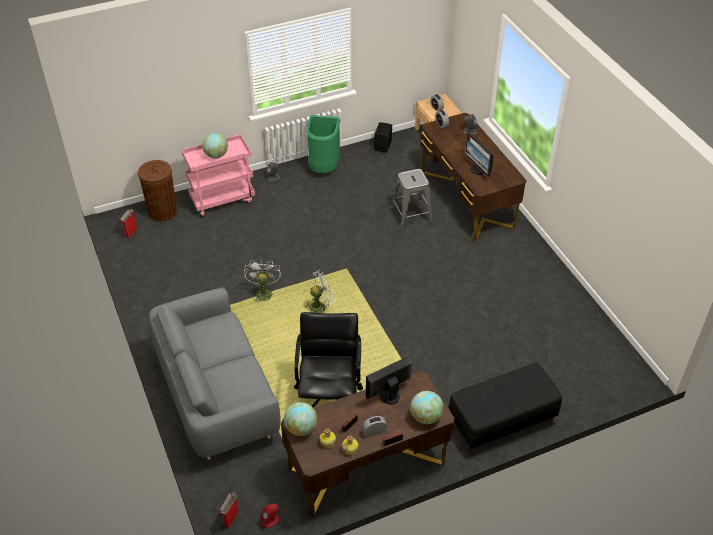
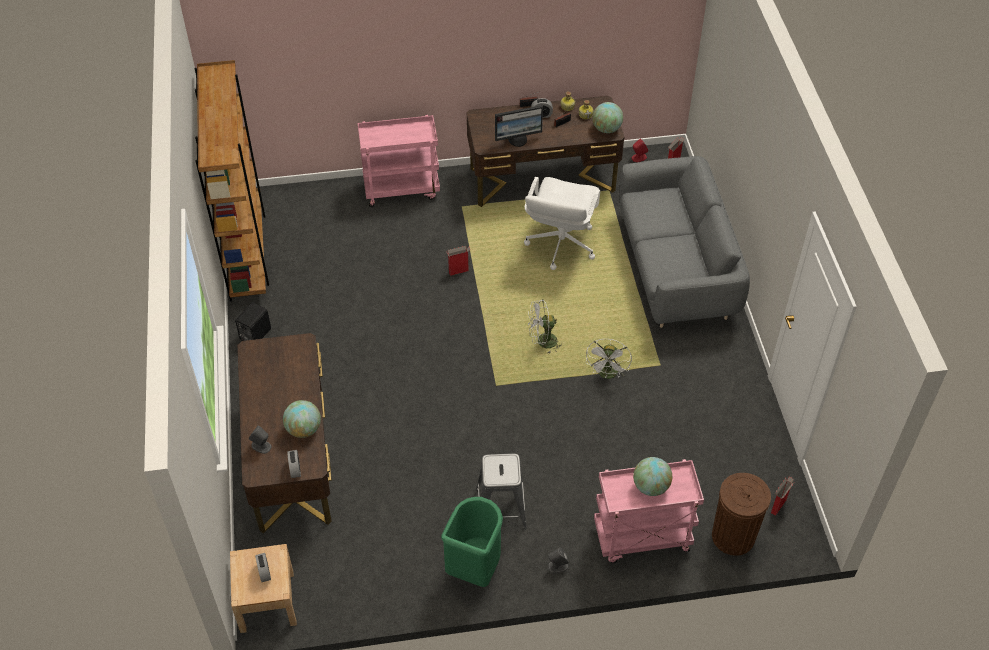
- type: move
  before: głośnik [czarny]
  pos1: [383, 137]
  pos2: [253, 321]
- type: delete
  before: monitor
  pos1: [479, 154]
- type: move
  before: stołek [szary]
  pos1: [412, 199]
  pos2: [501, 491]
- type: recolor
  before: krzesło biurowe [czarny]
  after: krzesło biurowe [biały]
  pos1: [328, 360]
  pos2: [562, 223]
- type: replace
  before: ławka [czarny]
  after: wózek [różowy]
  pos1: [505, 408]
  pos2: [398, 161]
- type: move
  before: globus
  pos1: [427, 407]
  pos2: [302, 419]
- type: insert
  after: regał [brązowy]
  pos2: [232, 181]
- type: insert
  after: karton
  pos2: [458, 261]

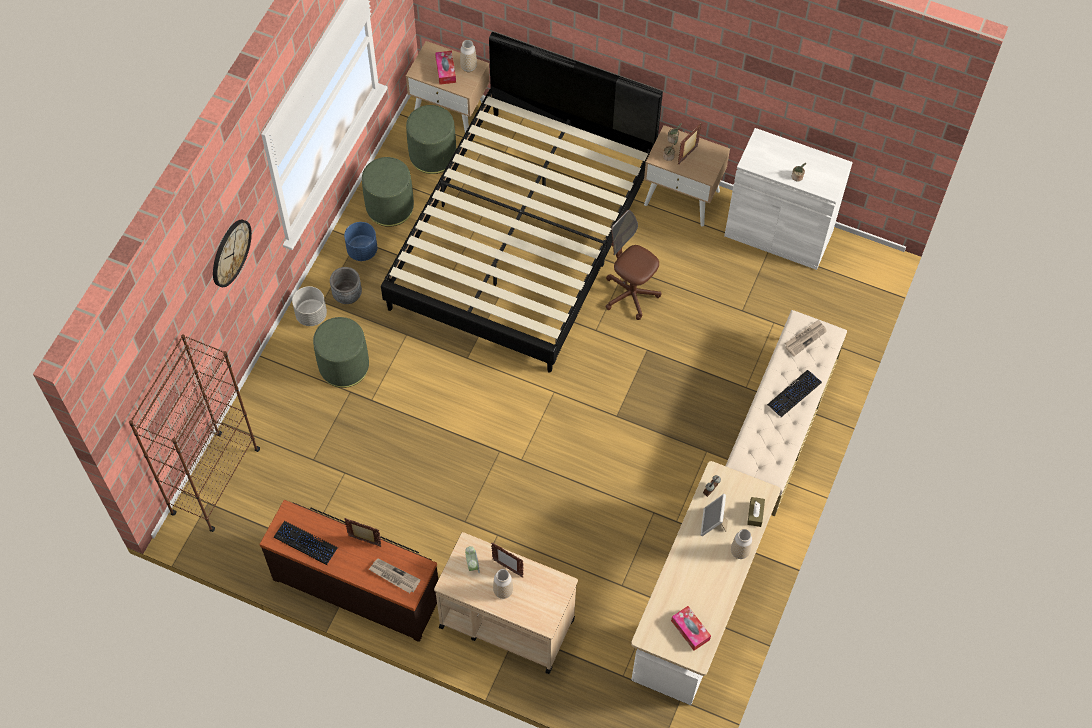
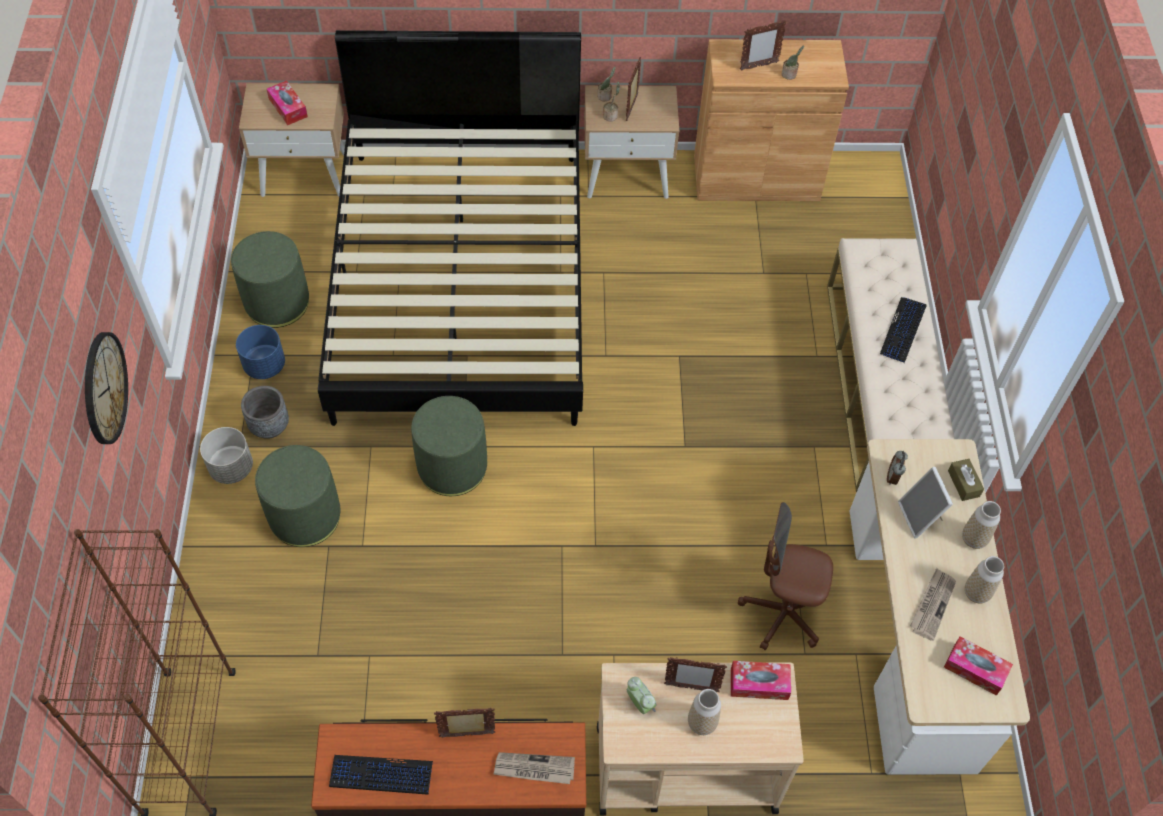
- type: move
  before: wazon
  pos1: [468, 56]
  pos2: [984, 579]
- type: move
  before: pufa [zielony]
  pos1: [431, 139]
  pos2: [449, 446]
- type: recolor
  before: szafka [biały]
  after: szafka [brązowy]
  pos1: [788, 199]
  pos2: [771, 120]
- type: move
  before: krzesło biurowe [brązowy]
  pos1: [633, 265]
  pos2: [785, 576]
- type: move
  before: gazeta
  pos1: [806, 337]
  pos2: [933, 604]
- type: insert
  after: ramka na zdjęcie
  pos2: [763, 45]
- type: insert
  after: pudełko chusteczek
  pos2: [761, 680]

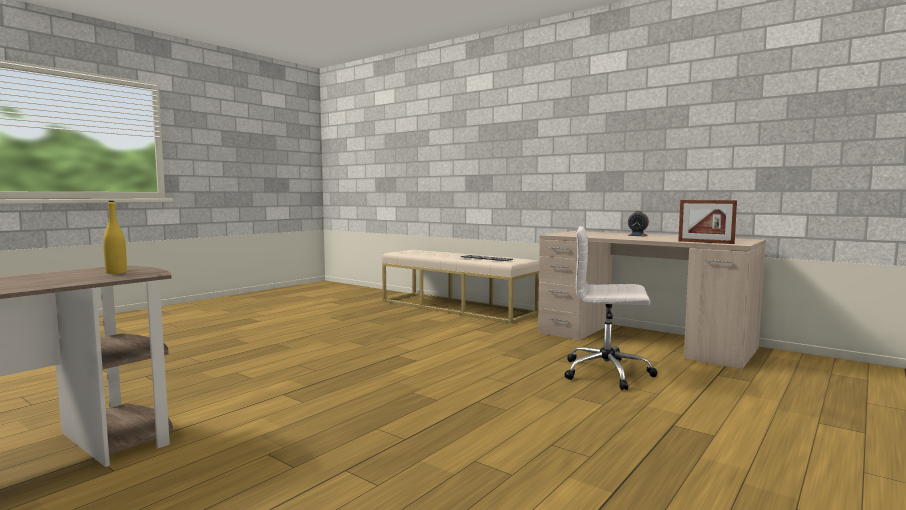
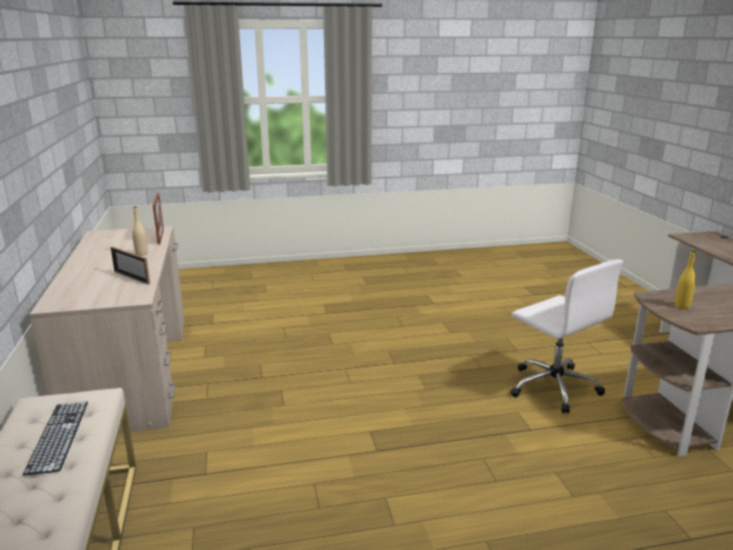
- type: delete
  before: budzik
  pos1: [638, 223]
- type: move
  before: krzesło biurowe [biały]
  pos1: [611, 308]
  pos2: [566, 336]
- type: insert
  after: butelka [beżowy]
  pos2: [140, 231]
- type: insert
  after: ramka na zdjęcie
  pos2: [130, 265]

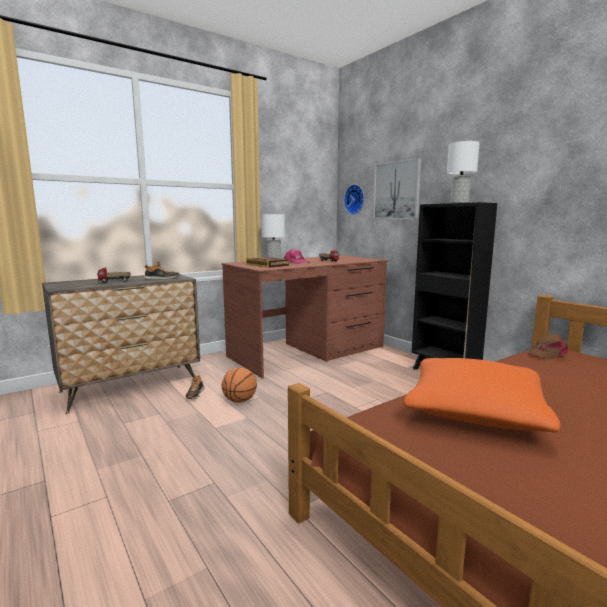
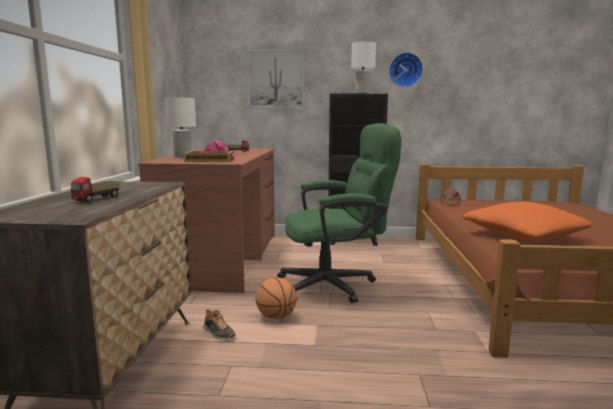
- type: move
  before: zegar ścienny
  pos1: [354, 199]
  pos2: [406, 69]
- type: delete
  before: but
  pos1: [161, 270]
- type: insert
  after: krzesło biurowe [zielony]
  pos2: [339, 213]

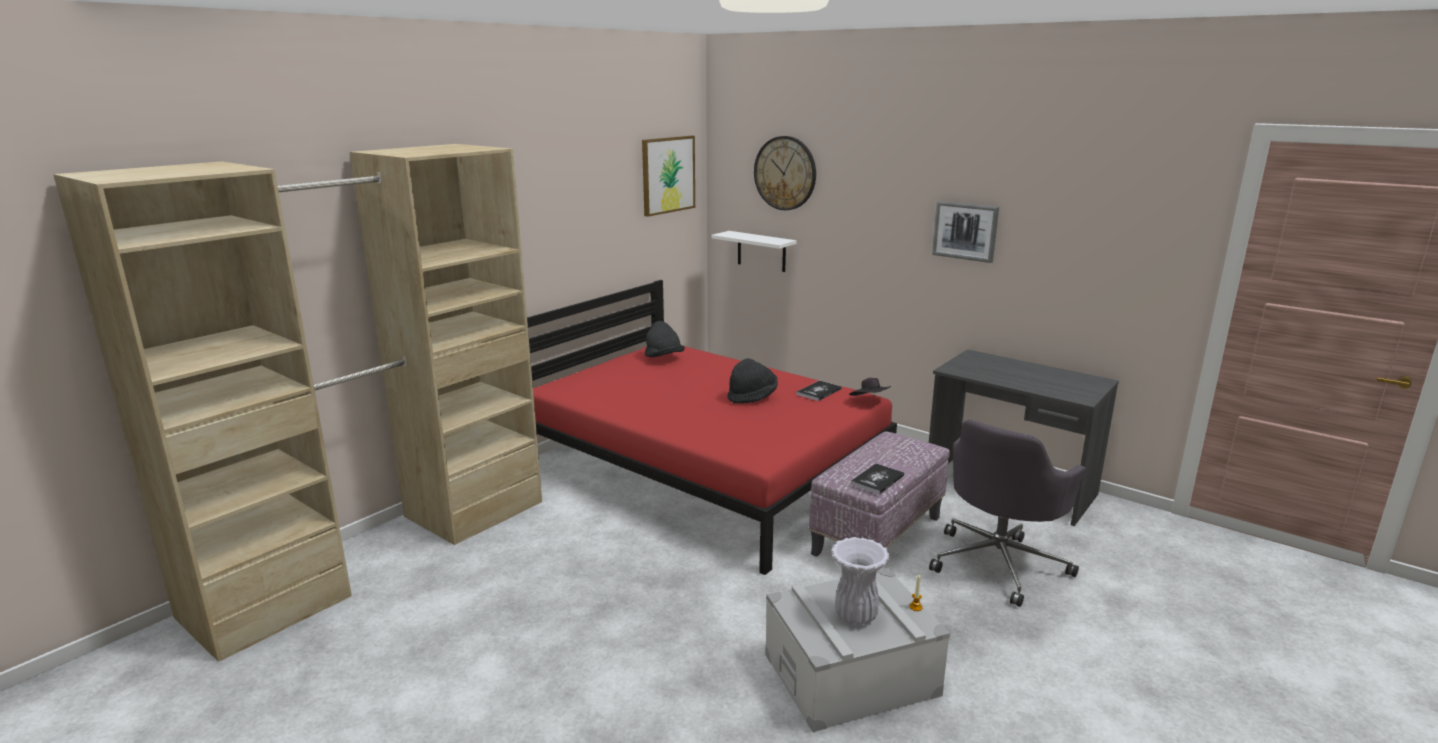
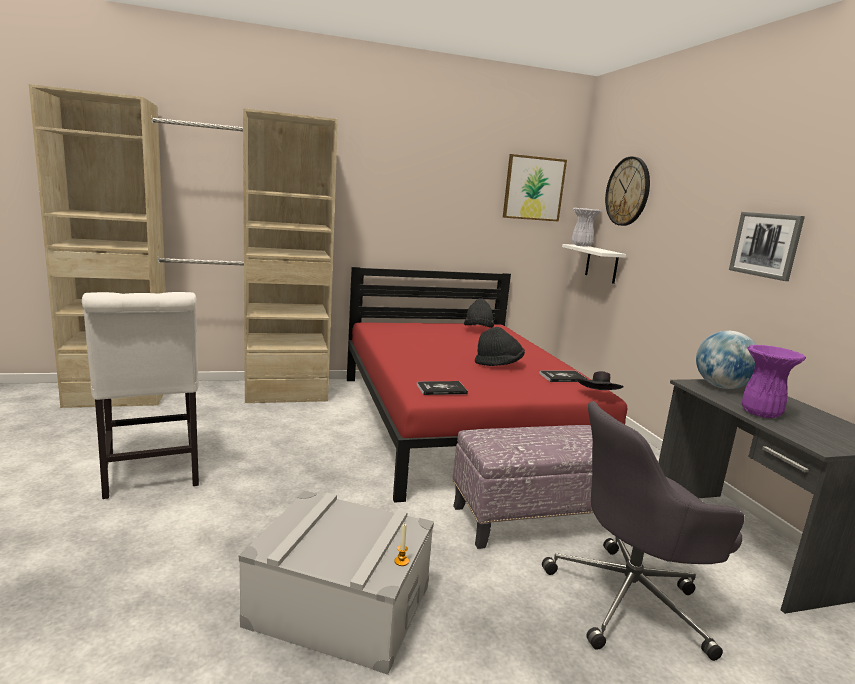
- type: move
  before: książka
  pos1: [877, 479]
  pos2: [442, 388]
- type: move
  before: wazon [biały]
  pos1: [860, 581]
  pos2: [586, 227]
- type: insert
  after: krzesło [biały]
  pos2: [140, 395]
- type: insert
  after: globus
  pos2: [726, 360]
- type: insert
  after: wazon [fioletowy]
  pos2: [773, 381]

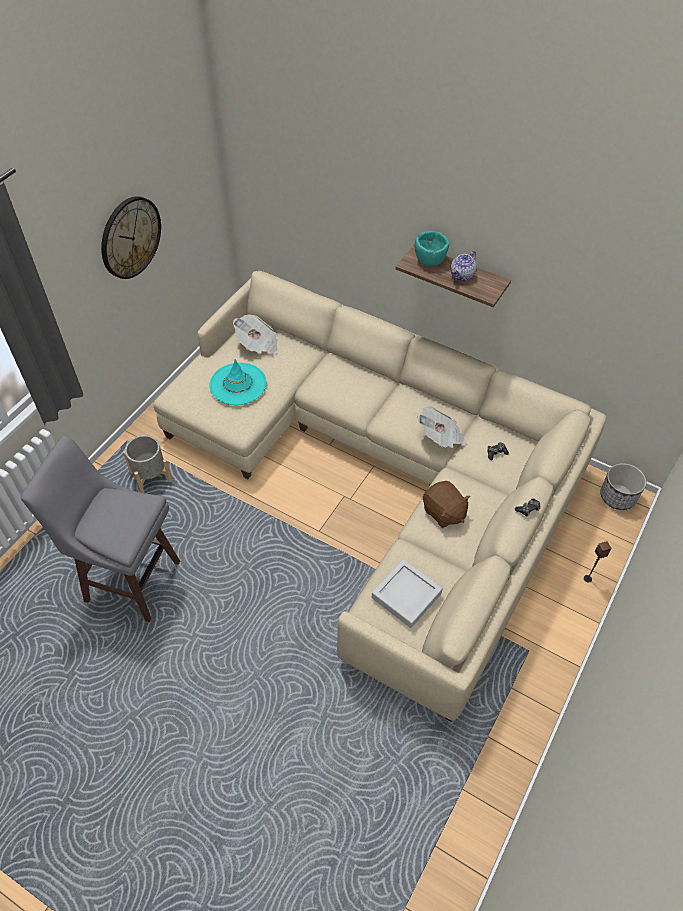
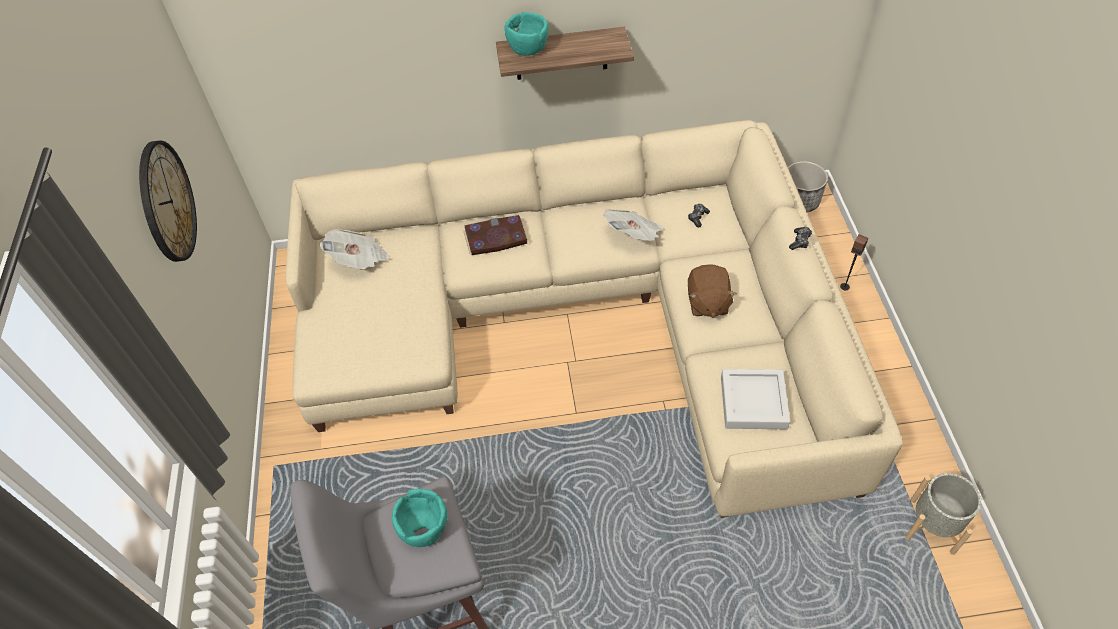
- type: delete
  before: imbryk
  pos1: [464, 265]
- type: delete
  before: kapelusz [turkusowy]
  pos1: [238, 382]
- type: move
  before: donica [szary]
  pos1: [147, 464]
  pos2: [943, 514]
- type: rotate
  before: pluszak [brązowy]
  pos1: [446, 504]
  pos2: [712, 291]
  turn: 75
- type: insert
  after: książka
  pos2: [495, 235]
- type: insert
  after: miska [turkusowy]
  pos2: [420, 518]

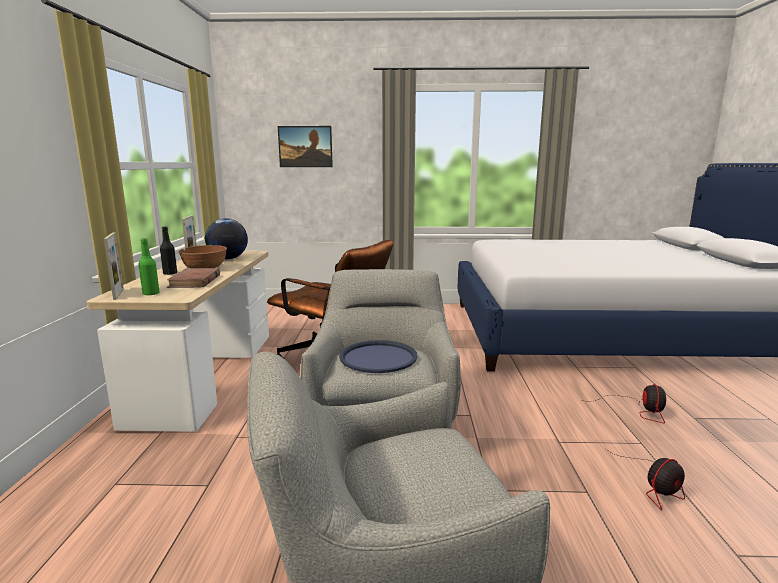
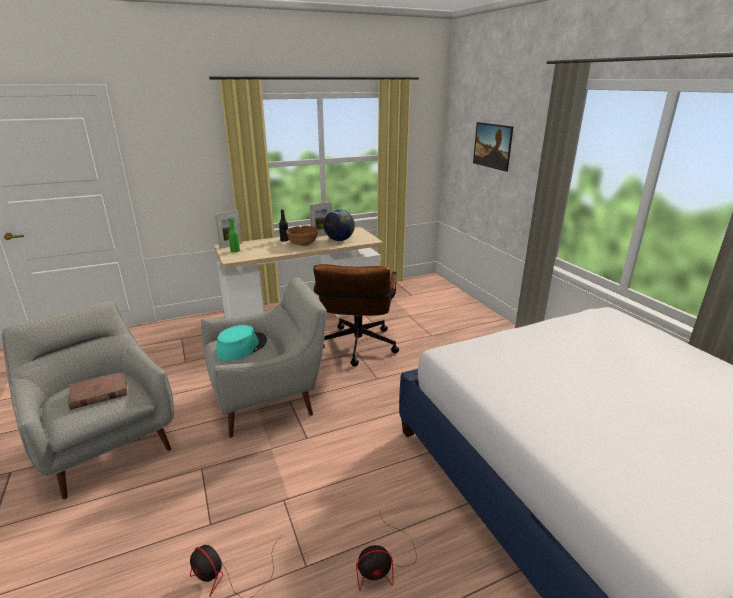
- type: move
  before: książka [brązowy]
  pos1: [193, 278]
  pos2: [98, 390]
- type: replace
  before: taca [niebieski]
  after: kapelusz [turkusowy]
  pos1: [378, 356]
  pos2: [241, 343]

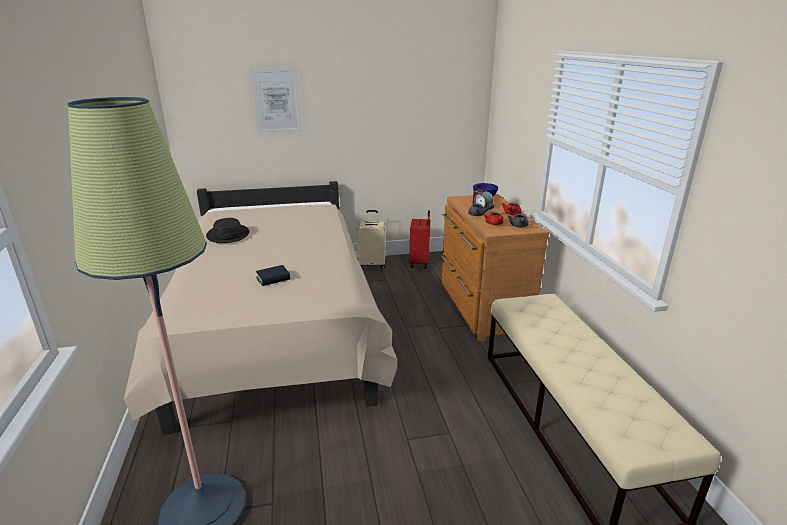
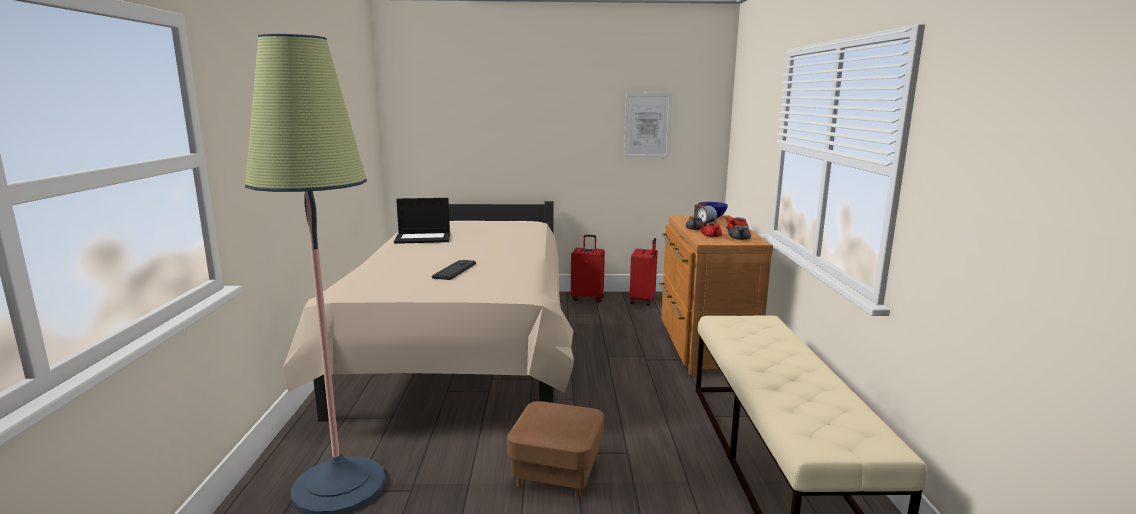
- type: move
  before: obraz
  pos1: [276, 100]
  pos2: [648, 125]
- type: recolor
  before: walizka [beżowy]
  after: walizka [czerwony]
  pos1: [371, 239]
  pos2: [588, 269]
- type: replace
  before: kapelusz [czarny]
  after: laptop
  pos1: [227, 230]
  pos2: [422, 221]
- type: replace
  before: książka
  after: klawiatura
  pos1: [273, 275]
  pos2: [454, 270]
- type: insert
  after: pufa [brązowy]
  pos2: [555, 449]

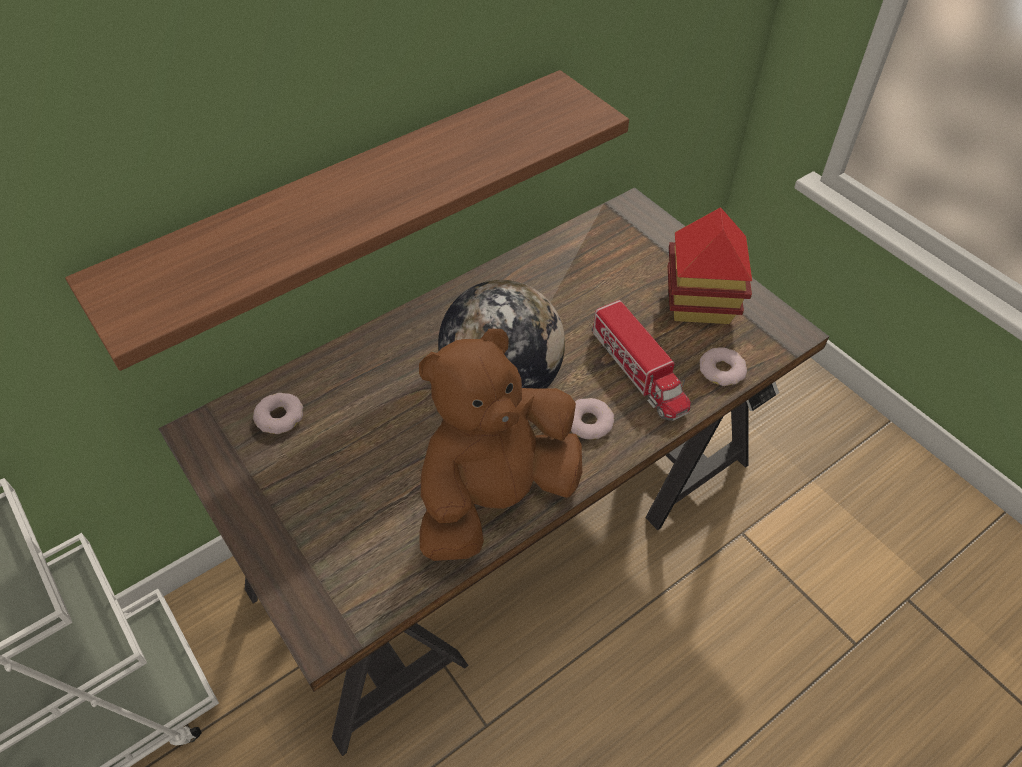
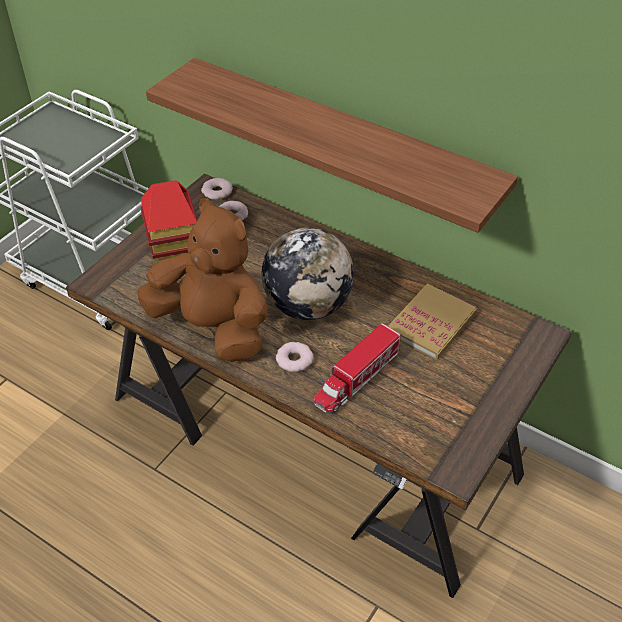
- type: move
  before: domek
  pos1: [709, 265]
  pos2: [168, 221]
- type: move
  before: donut
  pos1: [723, 366]
  pos2: [217, 189]
- type: insert
  after: książka
  pos2: [432, 322]

